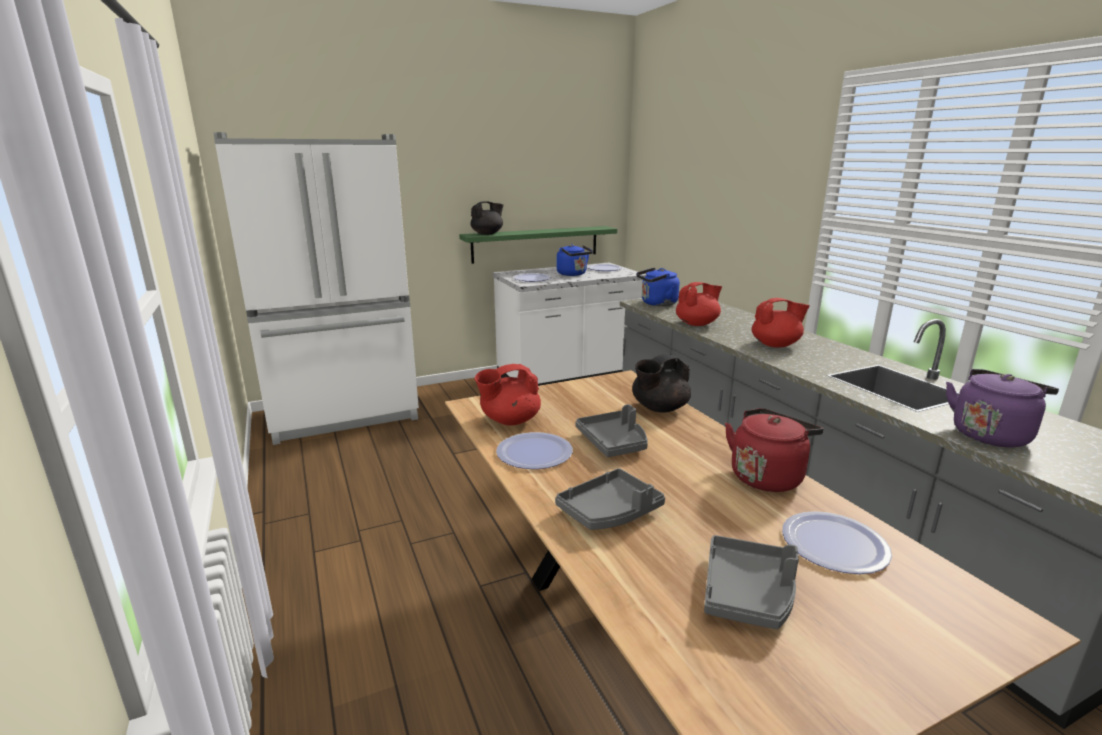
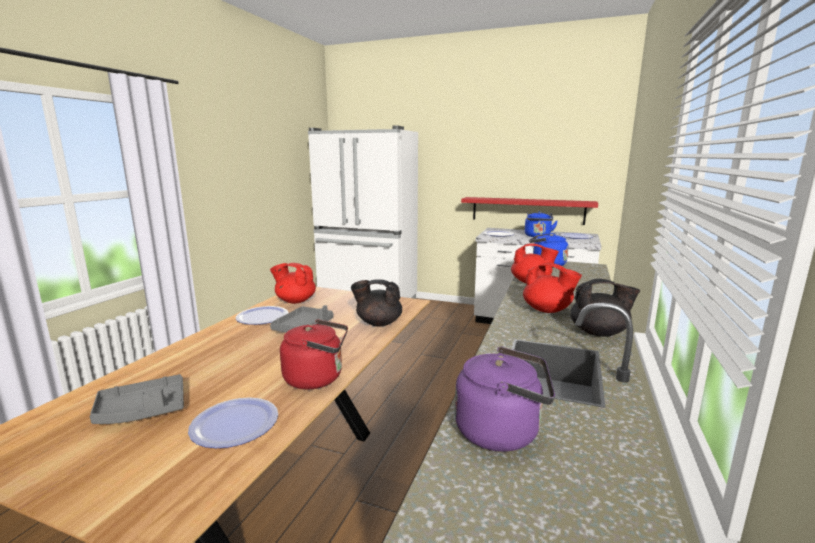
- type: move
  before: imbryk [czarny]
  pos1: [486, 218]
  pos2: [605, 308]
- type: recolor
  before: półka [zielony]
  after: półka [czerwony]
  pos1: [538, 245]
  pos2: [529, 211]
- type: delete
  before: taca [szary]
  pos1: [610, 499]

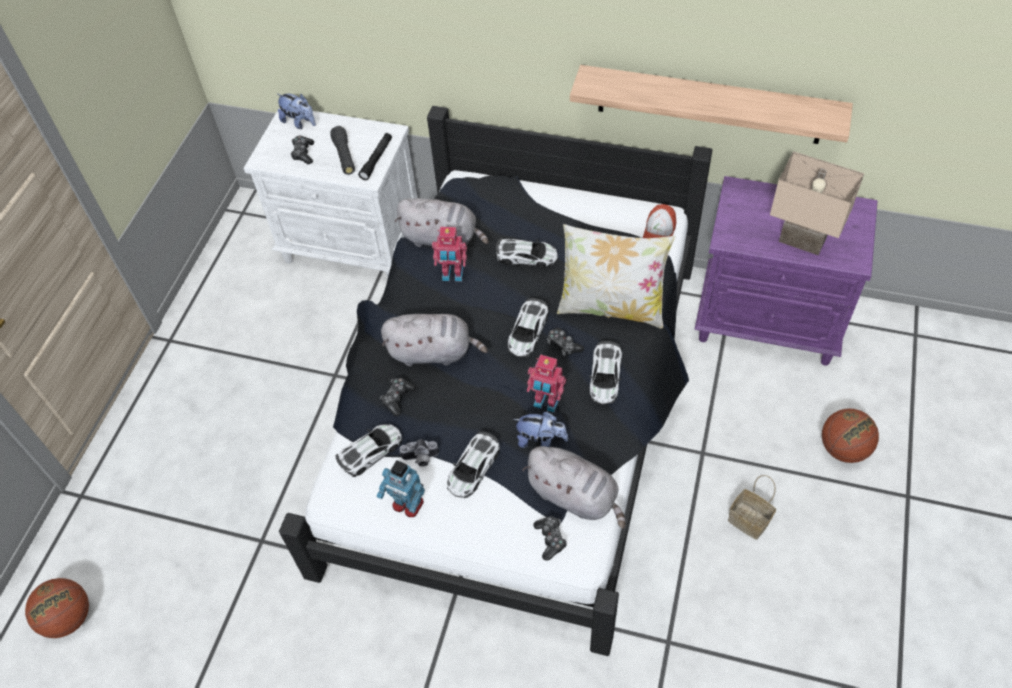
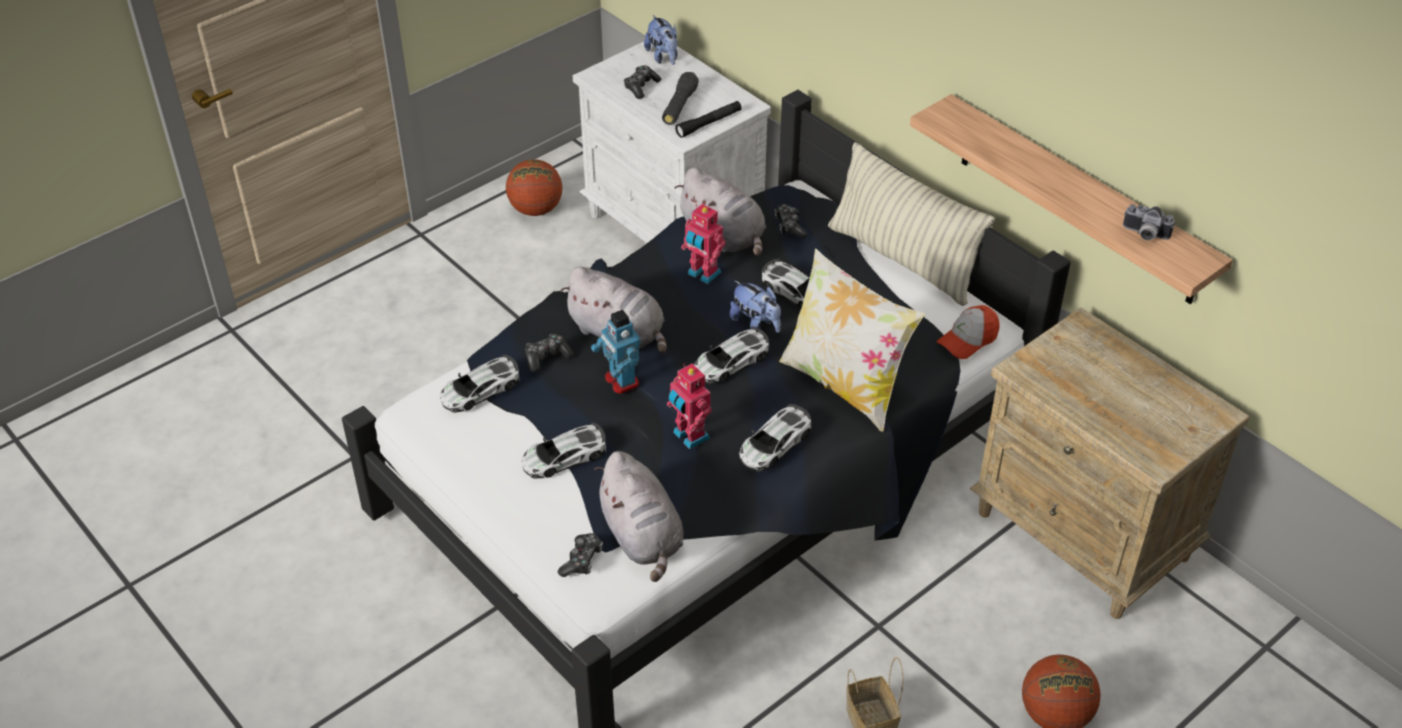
- type: delete
  before: lampa stołowa [beżowy]
  pos1: [817, 203]
- type: recolor
  before: szafka nocna [fioletowy]
  after: szafka nocna [beżowy]
  pos1: [786, 271]
  pos2: [1109, 463]
- type: move
  before: pad do gier
  pos1: [565, 342]
  pos2: [791, 221]
- type: move
  before: pluszak
  pos1: [540, 430]
  pos2: [755, 306]
- type: rotate
  before: samochodzik
  pos1: [369, 450]
  pos2: [480, 383]
  turn: 150
- type: move
  before: aparat fotograficzny
  pos1: [419, 453]
  pos2: [1149, 222]
- type: move
  before: robot zabawkowy
  pos1: [401, 488]
  pos2: [616, 352]
- type: move
  before: piłka do koszykówki
  pos1: [57, 608]
  pos2: [534, 187]
- type: insert
  after: poduszka
  pos2: [911, 224]

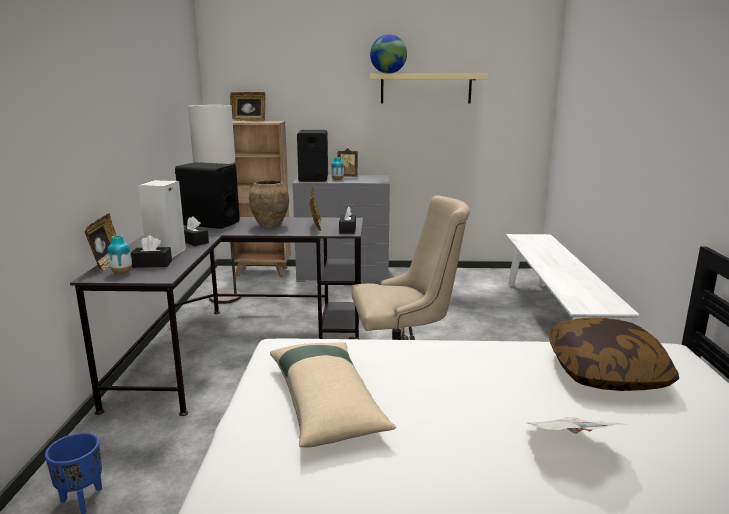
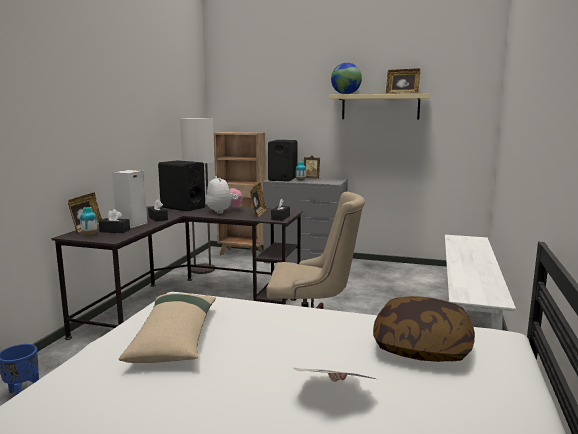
- type: move
  before: ramka na zdjęcie
  pos1: [247, 106]
  pos2: [403, 81]
- type: replace
  before: wazon [brązowy]
  after: pluszak
  pos1: [269, 204]
  pos2: [224, 195]

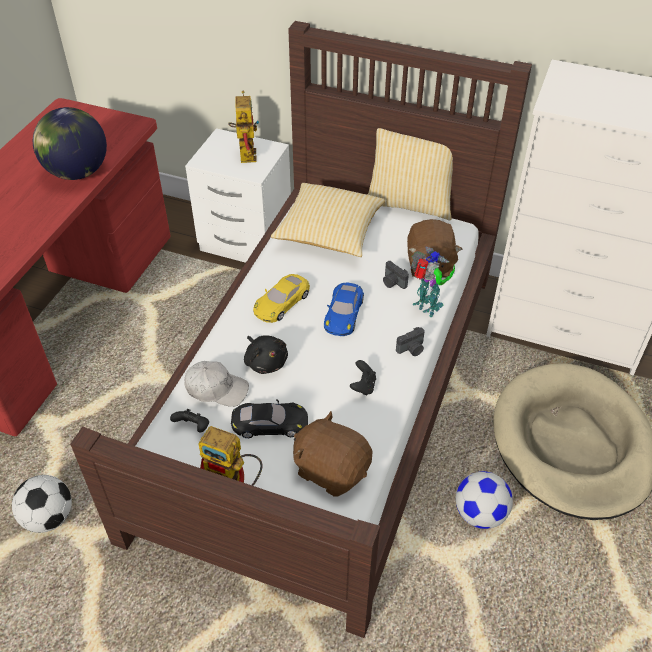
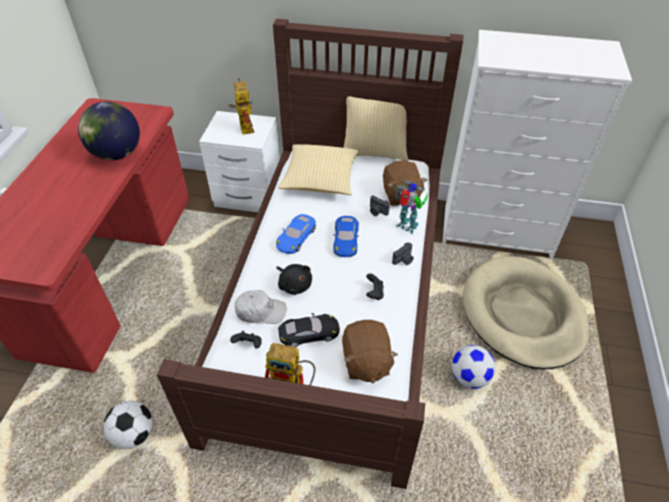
- type: recolor
  before: samochodzik [żółty]
  after: samochodzik [niebieski]
  pos1: [281, 298]
  pos2: [296, 234]
- type: rotate
  before: pluszak [brązowy]
  pos1: [332, 454]
  pos2: [370, 352]
  turn: -120

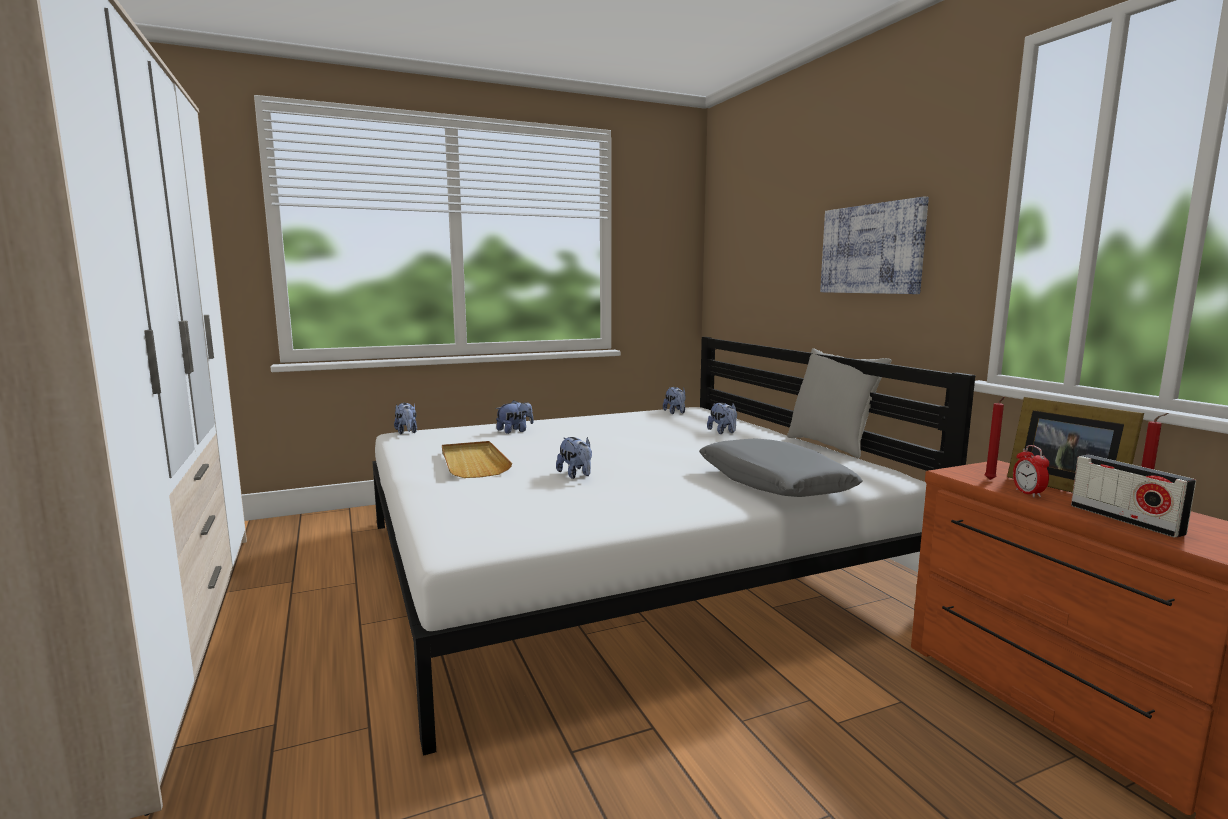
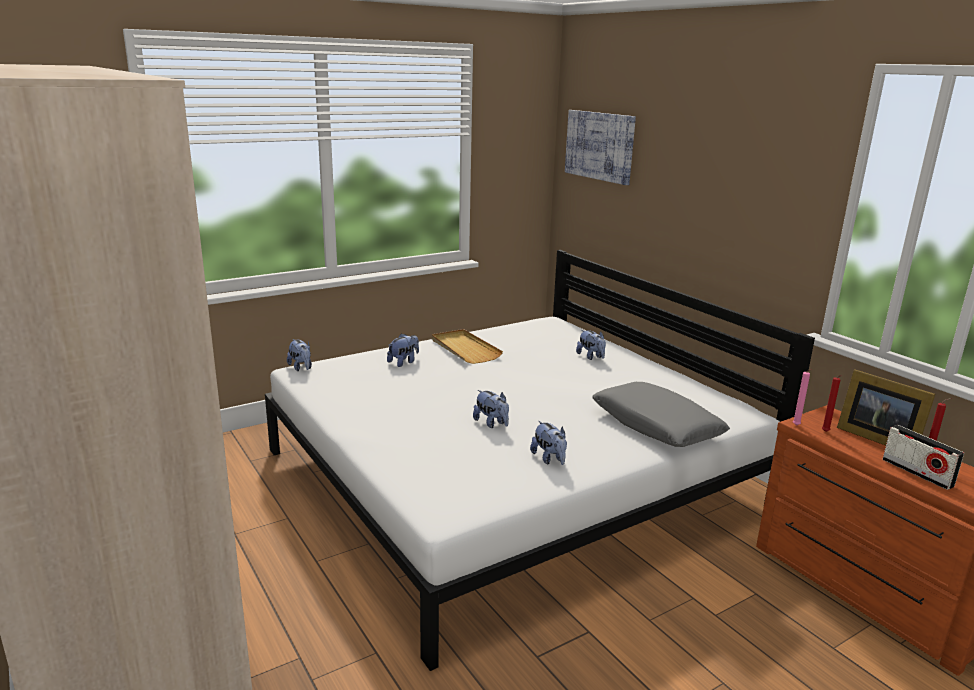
- type: move
  before: obraz
  pos1: [874, 245]
  pos2: [600, 147]
- type: delete
  before: poduszka [szary]
  pos1: [839, 403]
- type: move
  before: pluszak
  pos1: [674, 400]
  pos2: [548, 443]
- type: move
  before: taca [beżowy]
  pos1: [477, 459]
  pos2: [467, 346]
- type: delete
  before: budzik
  pos1: [1031, 471]
- type: insert
  after: świeca [różowy]
  pos2: [802, 397]

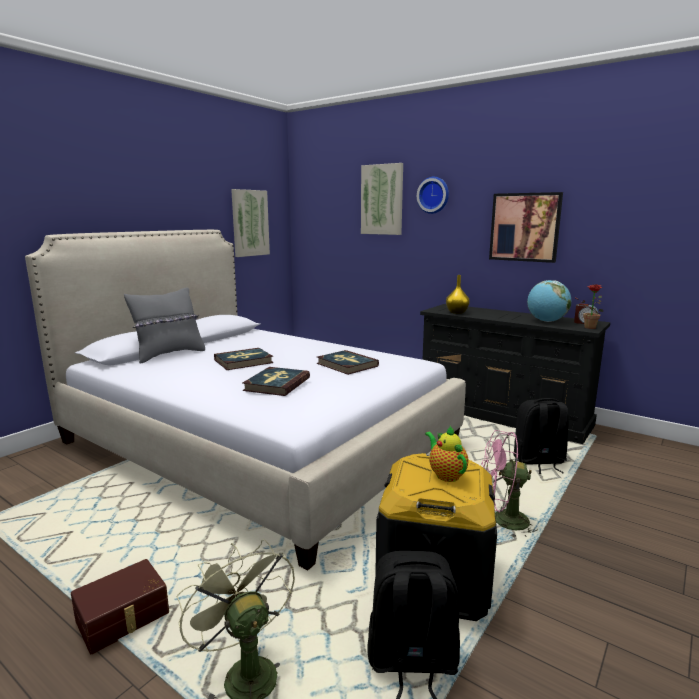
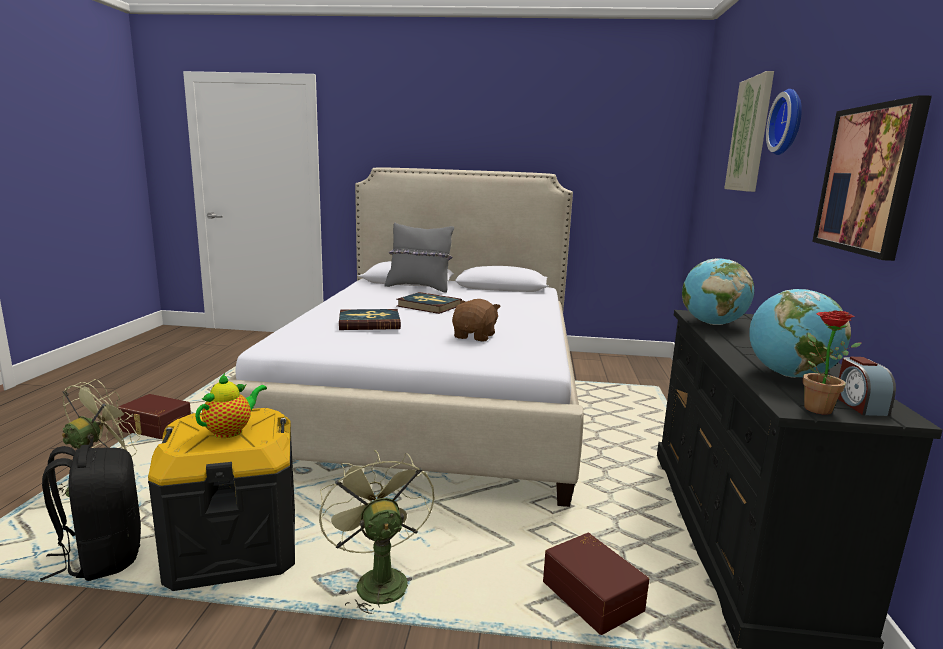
- type: delete
  before: obraz
  pos1: [250, 223]
- type: replace
  before: wazon [żółty]
  after: globus
  pos1: [458, 294]
  pos2: [718, 291]
- type: replace
  before: książka
  after: pluszak [brązowy]
  pos1: [348, 362]
  pos2: [476, 320]
- type: replace
  before: plecak [czarny]
  after: pojemnik do przechowywania [brązowy]
  pos1: [541, 436]
  pos2: [596, 584]
- type: recolor
  before: wentylator [różowy]
  after: wentylator [zielony]
  pos1: [509, 483]
  pos2: [377, 532]

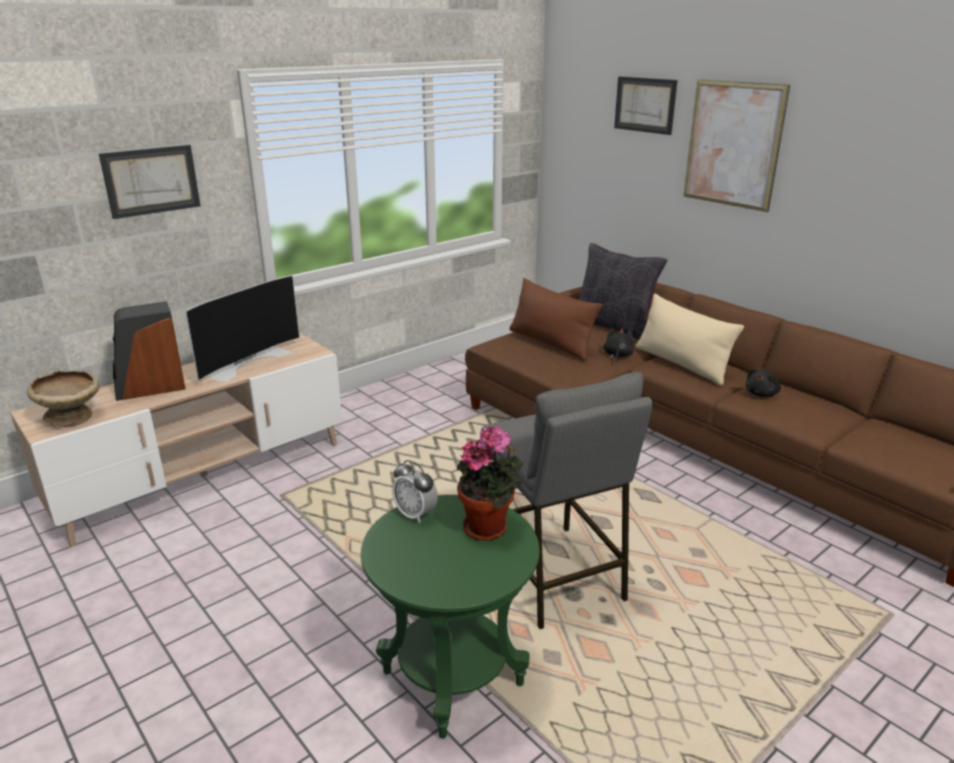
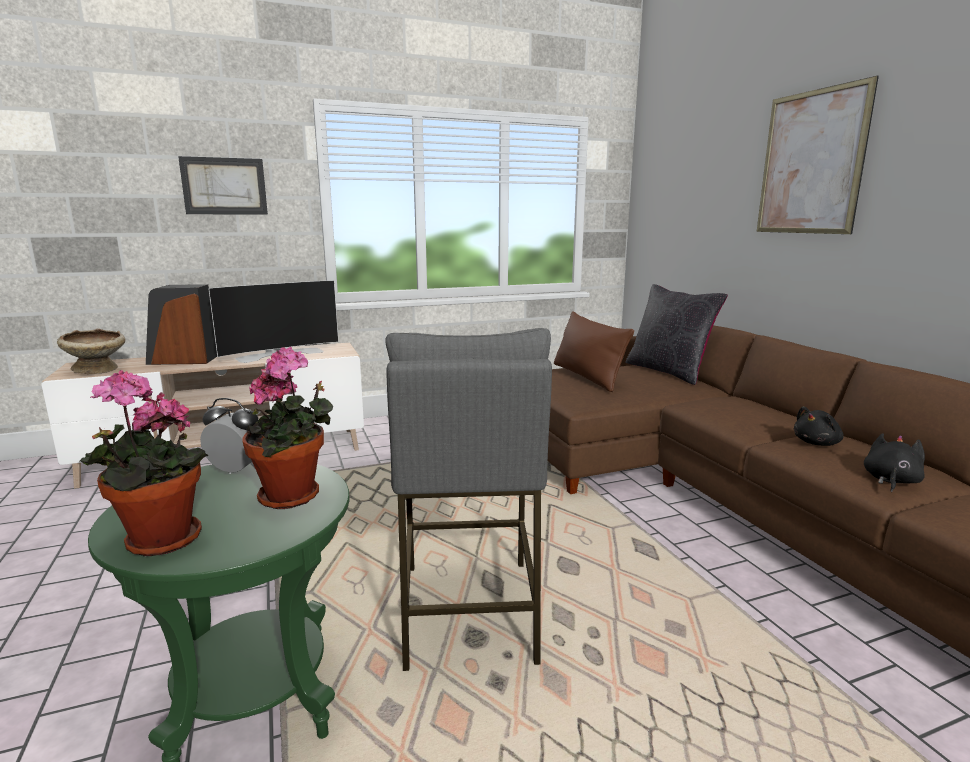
- type: delete
  before: obraz
  pos1: [645, 106]
- type: delete
  before: poduszka [beżowy]
  pos1: [690, 339]
- type: move
  before: pluszak [czarny]
  pos1: [619, 345]
  pos2: [894, 462]
- type: rotate
  before: budzik
  pos1: [415, 491]
  pos2: [229, 436]
  turn: 135
- type: insert
  after: roślina doniczkowa
  pos2: [144, 463]

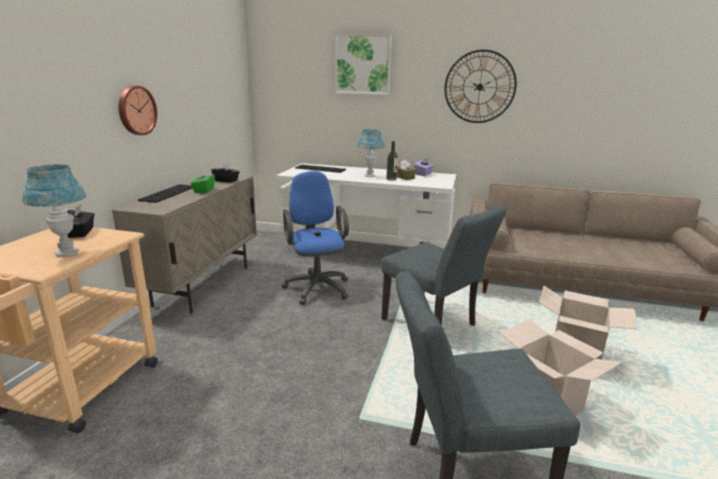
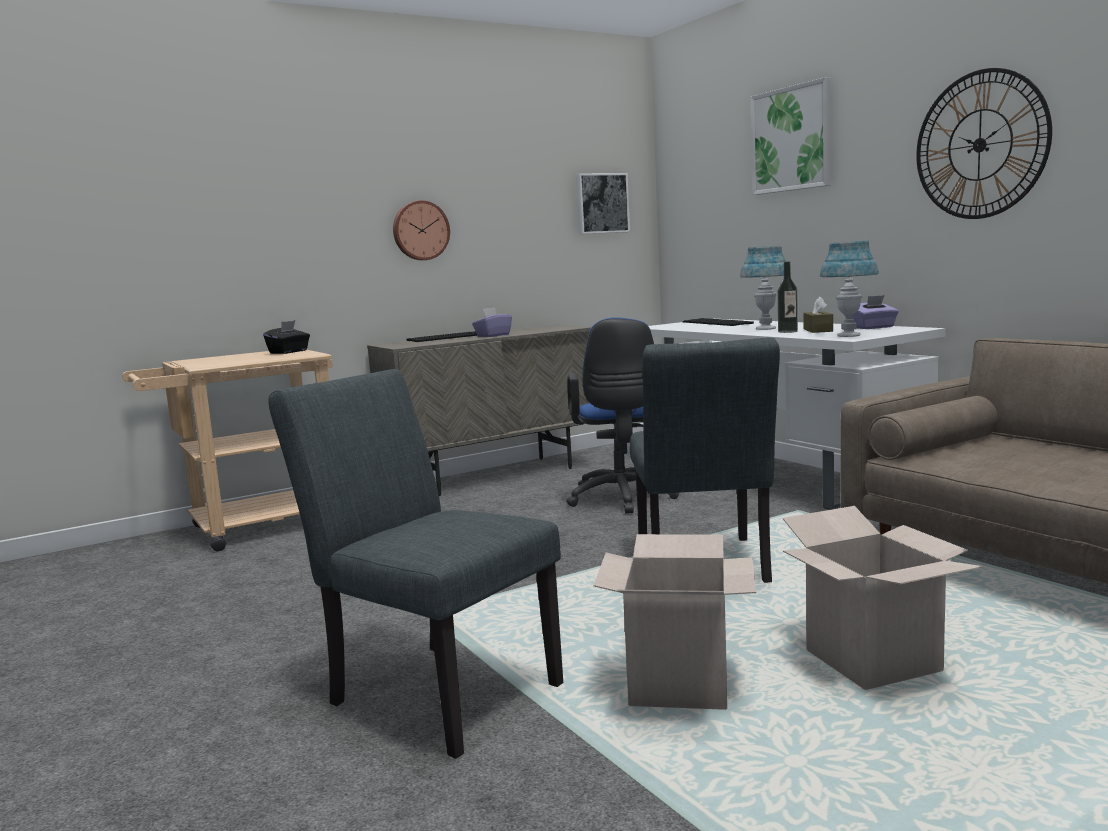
- type: delete
  before: pudełko chusteczek [czarny]
  pos1: [225, 172]
- type: move
  before: lampa stołowa [niebieski]
  pos1: [54, 210]
  pos2: [849, 289]
- type: recolor
  before: pudełko chusteczek [zielony]
  after: pudełko chusteczek [fioletowy]
  pos1: [203, 181]
  pos2: [492, 322]
- type: rotate
  before: krzesło biurowe [niebieski]
  pos1: [315, 238]
  pos2: [622, 415]
  turn: 150
- type: insert
  after: obraz
  pos2: [603, 203]

